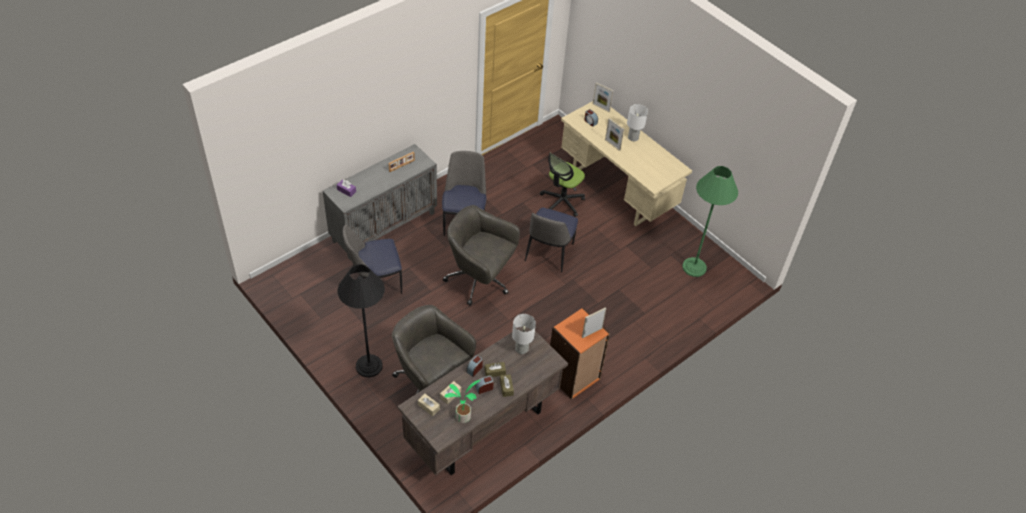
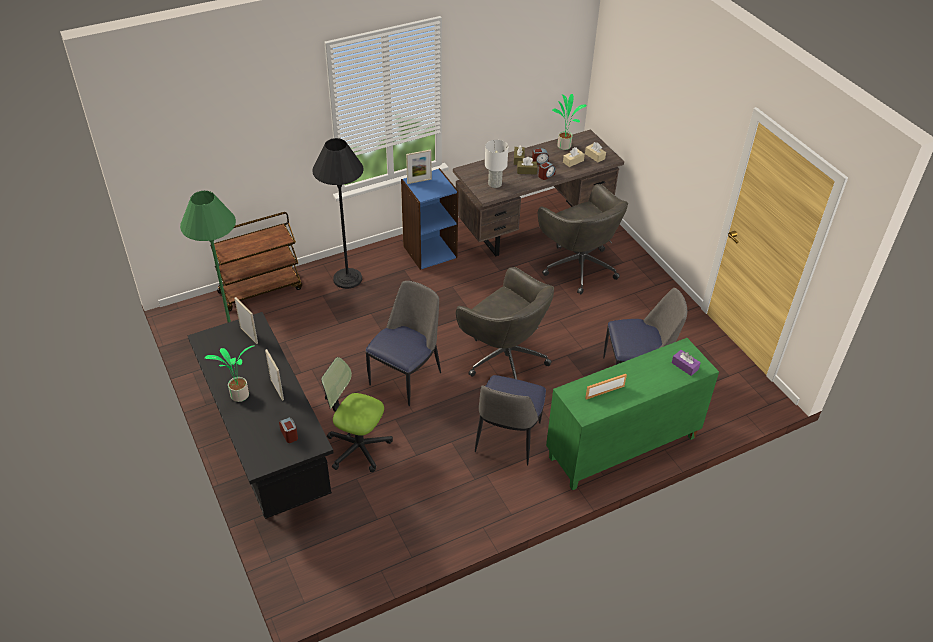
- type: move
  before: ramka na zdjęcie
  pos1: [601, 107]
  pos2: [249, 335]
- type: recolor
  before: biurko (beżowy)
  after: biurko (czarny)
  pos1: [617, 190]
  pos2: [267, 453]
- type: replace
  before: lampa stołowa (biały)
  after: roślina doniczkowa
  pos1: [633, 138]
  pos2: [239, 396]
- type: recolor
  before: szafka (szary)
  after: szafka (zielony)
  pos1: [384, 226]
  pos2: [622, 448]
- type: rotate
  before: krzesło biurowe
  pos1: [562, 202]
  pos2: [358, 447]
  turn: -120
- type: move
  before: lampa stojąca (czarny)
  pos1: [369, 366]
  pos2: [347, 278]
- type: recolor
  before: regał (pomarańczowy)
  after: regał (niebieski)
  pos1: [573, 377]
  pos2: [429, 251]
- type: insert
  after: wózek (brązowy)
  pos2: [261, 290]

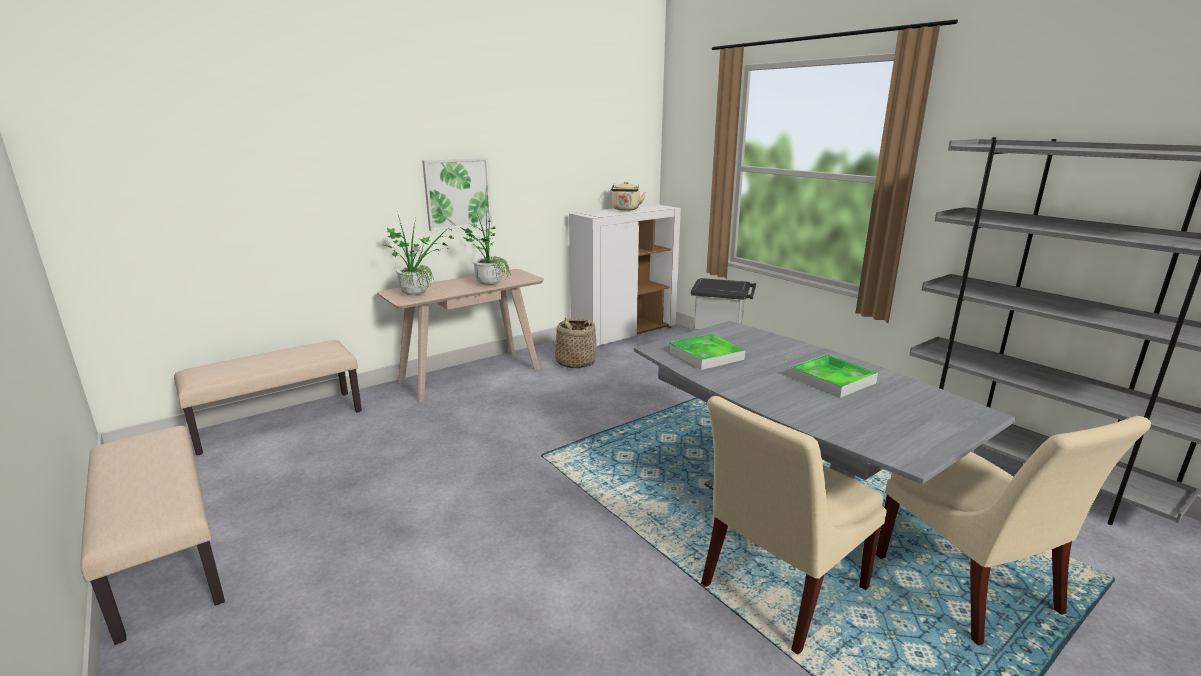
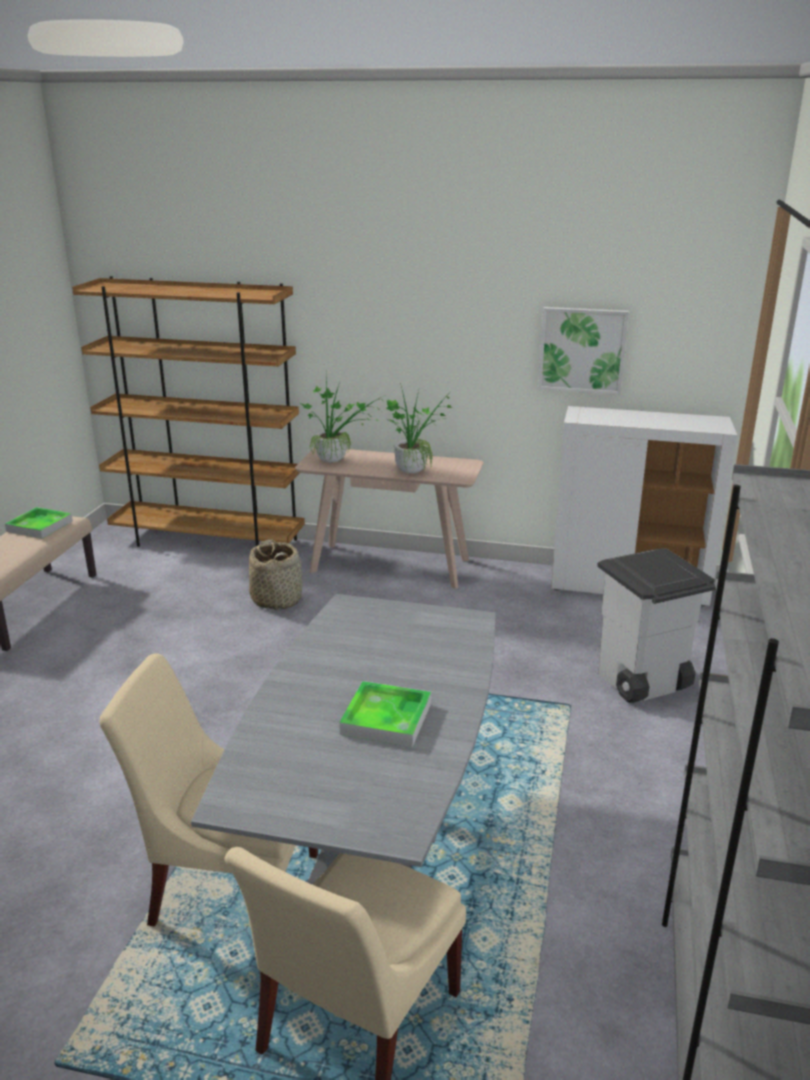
- type: move
  before: obraz
  pos1: [457, 193]
  pos2: [582, 350]
- type: delete
  before: czajnik (beżowy)
  pos1: [626, 209]
- type: move
  before: koszyk
  pos1: [575, 362]
  pos2: [277, 599]
- type: move
  before: taca
  pos1: [706, 355]
  pos2: [39, 526]
- type: replace
  before: ławka (beżowy)
  after: regał (brązowy)
  pos1: [279, 421]
  pos2: [209, 542]

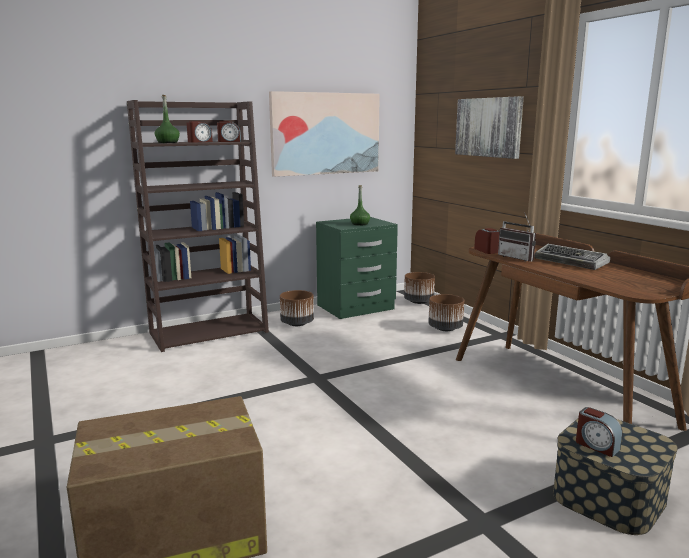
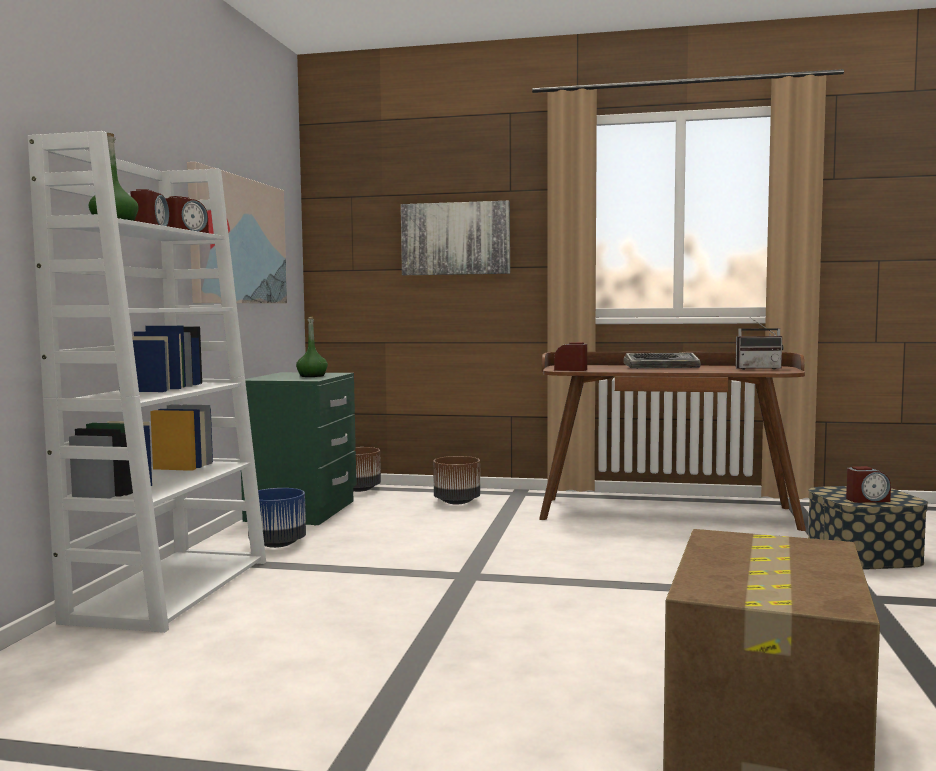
- type: recolor
  before: regał (brązowy)
  after: regał (biały)
  pos1: [210, 332]
  pos2: [171, 589]
- type: move
  before: radio
  pos1: [518, 258]
  pos2: [757, 369]
- type: recolor
  before: donica (brązowy)
  after: donica (niebieski)
  pos1: [297, 324]
  pos2: [277, 544]

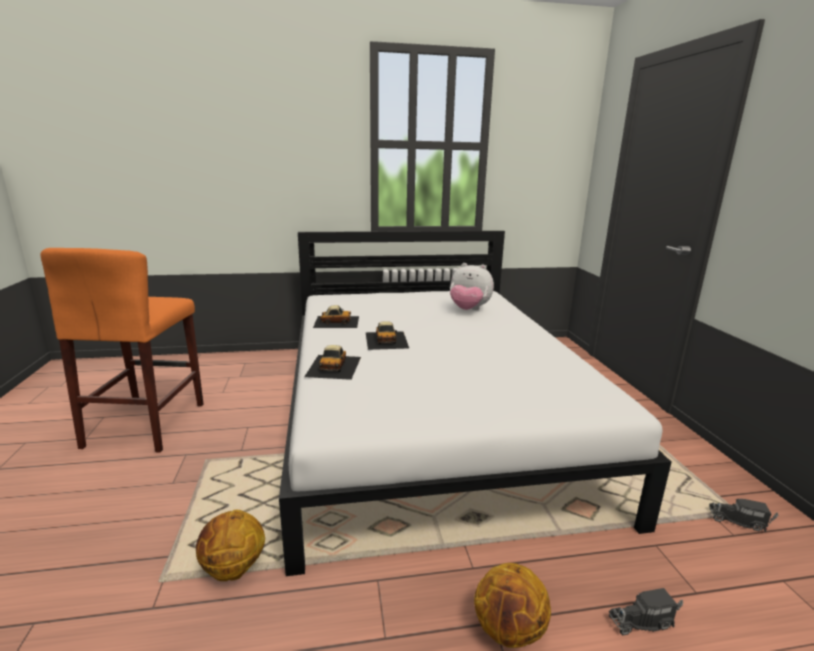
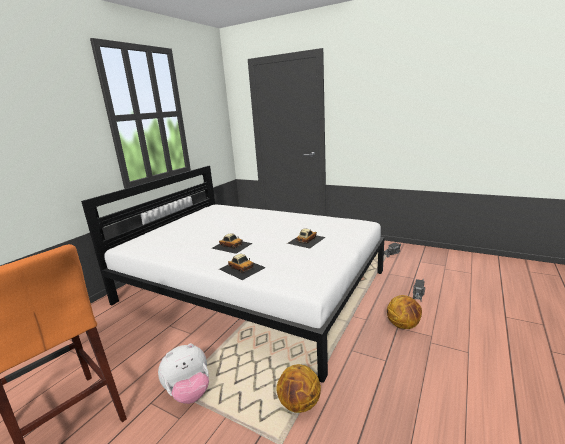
- type: move
  before: pluszak
  pos1: [468, 310]
  pos2: [189, 392]
- type: move
  before: samochodzik
  pos1: [336, 321]
  pos2: [306, 240]

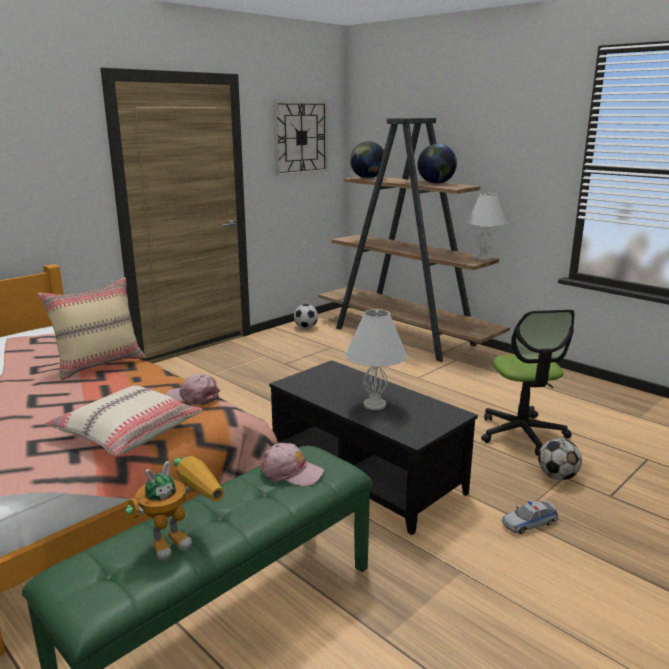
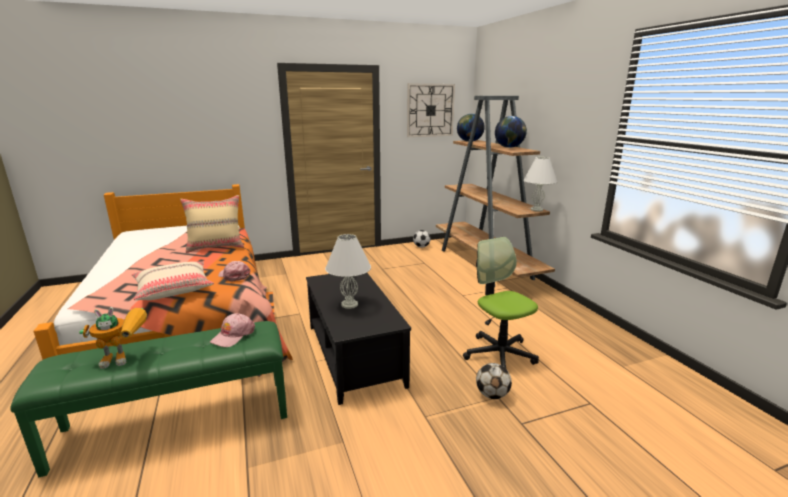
- type: rotate
  before: krzesło biurowe
  pos1: [522, 433]
  pos2: [499, 354]
  turn: 135
- type: rotate
  before: czapka z daszkiem (różowy)
  pos1: [291, 472]
  pos2: [233, 335]
  turn: 75
- type: delete
  before: samochodzik
  pos1: [529, 523]

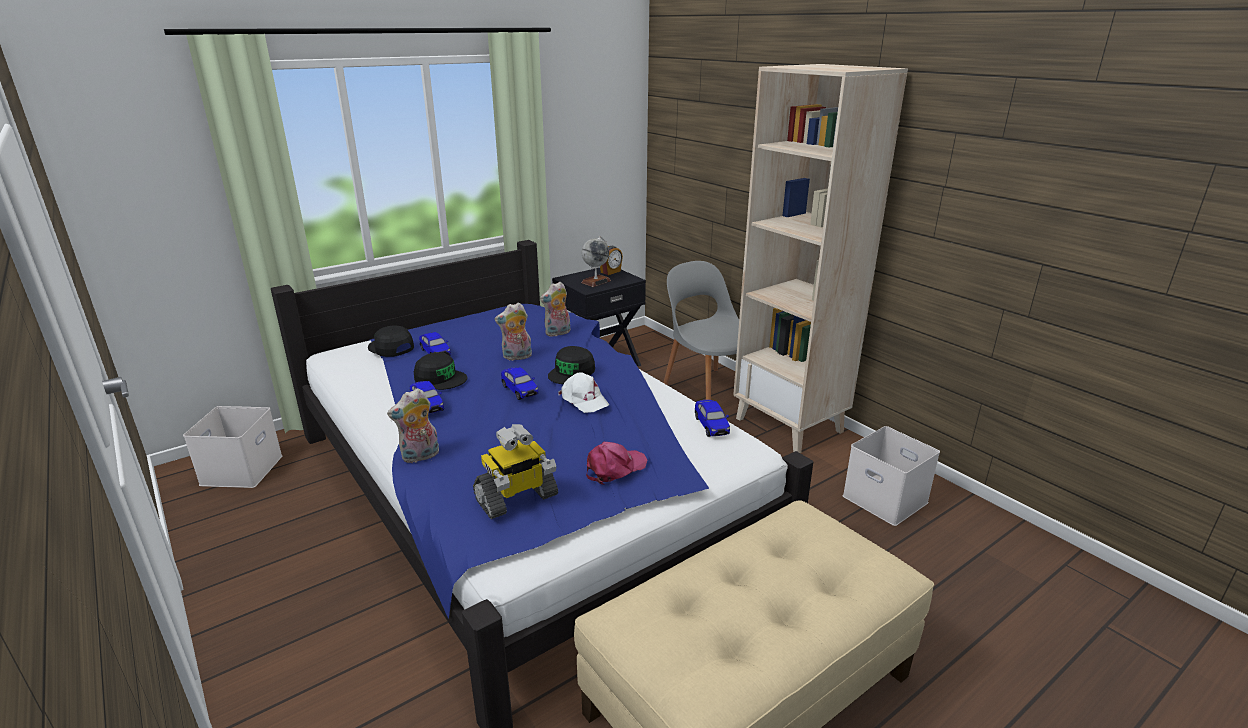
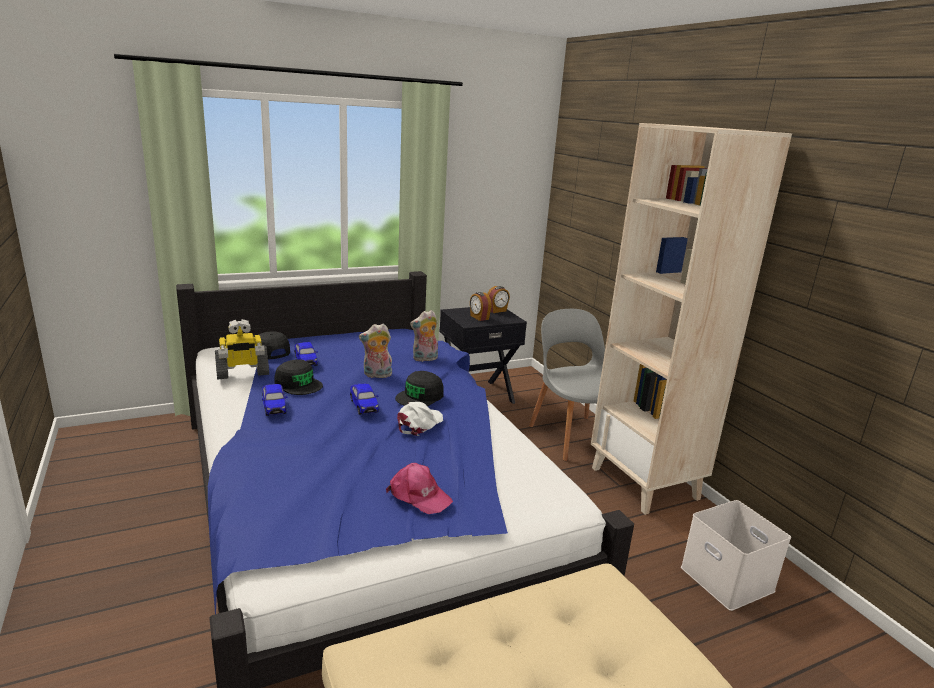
- type: replace
  before: globus
  after: budzik
  pos1: [596, 282]
  pos2: [479, 317]
- type: rotate
  before: czapka z daszkiem (biały)
  pos1: [583, 400]
  pos2: [419, 424]
  turn: -120
- type: delete
  before: pluszak
  pos1: [420, 456]
- type: delete
  before: samochodzik
  pos1: [711, 426]
- type: delete
  before: pojemnik do przechowywania (biały)
  pos1: [241, 469]
- type: move
  before: robot zabawkowy
  pos1: [516, 498]
  pos2: [242, 373]
- type: rotate
  before: czapka z daszkiem (różowy)
  pos1: [614, 468]
  pos2: [419, 496]
  turn: 60

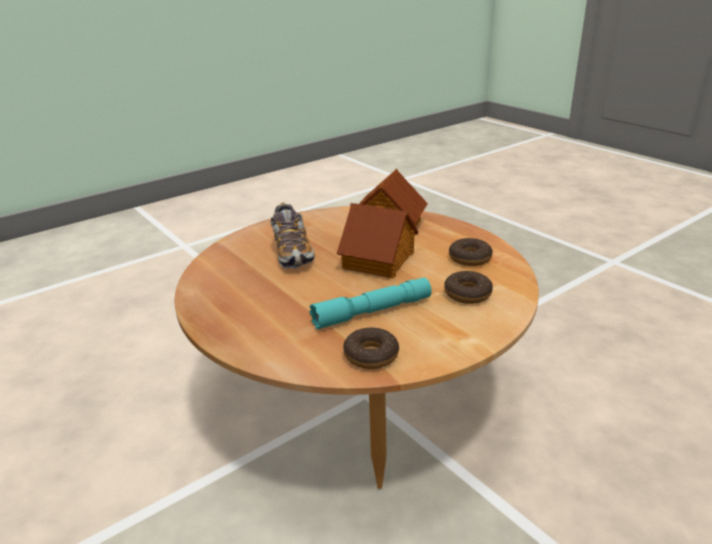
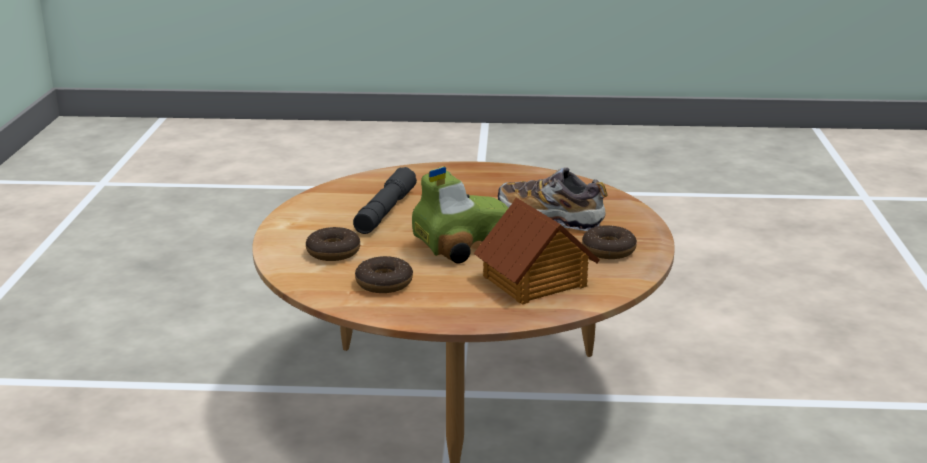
- type: replace
  before: domek
  after: samochodzik
  pos1: [379, 260]
  pos2: [462, 245]
- type: recolor
  before: latarka (turkusowy)
  after: latarka (szary)
  pos1: [372, 312]
  pos2: [385, 211]
- type: move
  before: donut
  pos1: [371, 355]
  pos2: [608, 250]

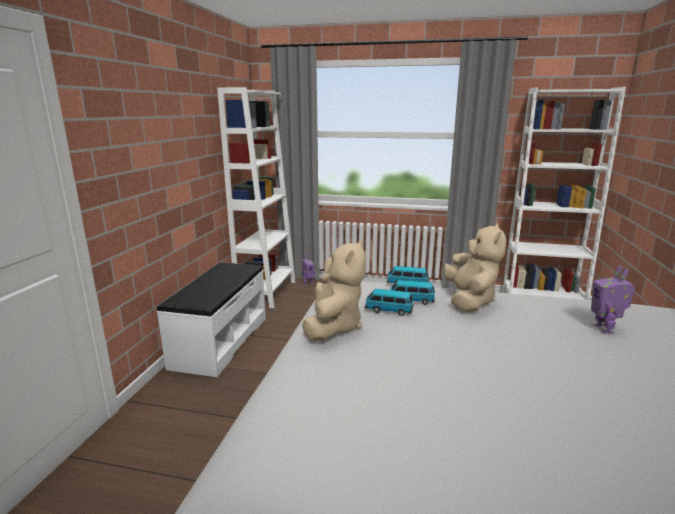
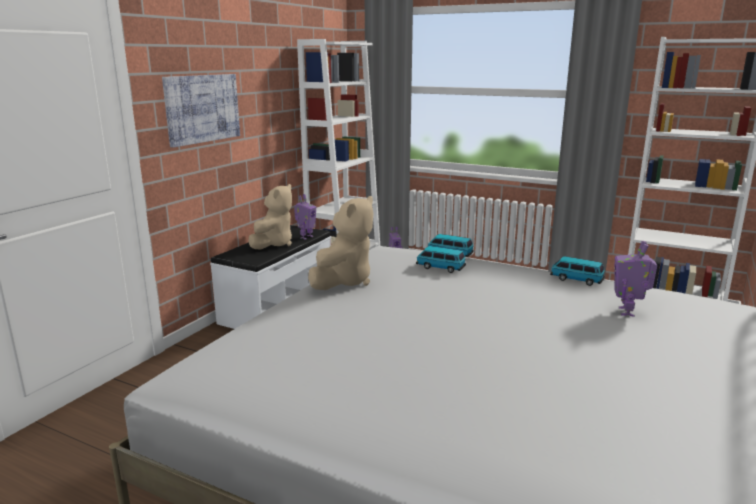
- type: move
  before: pluszak (beżowy)
  pos1: [469, 300]
  pos2: [273, 244]
- type: move
  before: samochodzik
  pos1: [389, 310]
  pos2: [576, 279]
- type: insert
  after: obraz
  pos2: [202, 108]
- type: insert
  after: robot zabawkowy
  pos2: [306, 237]

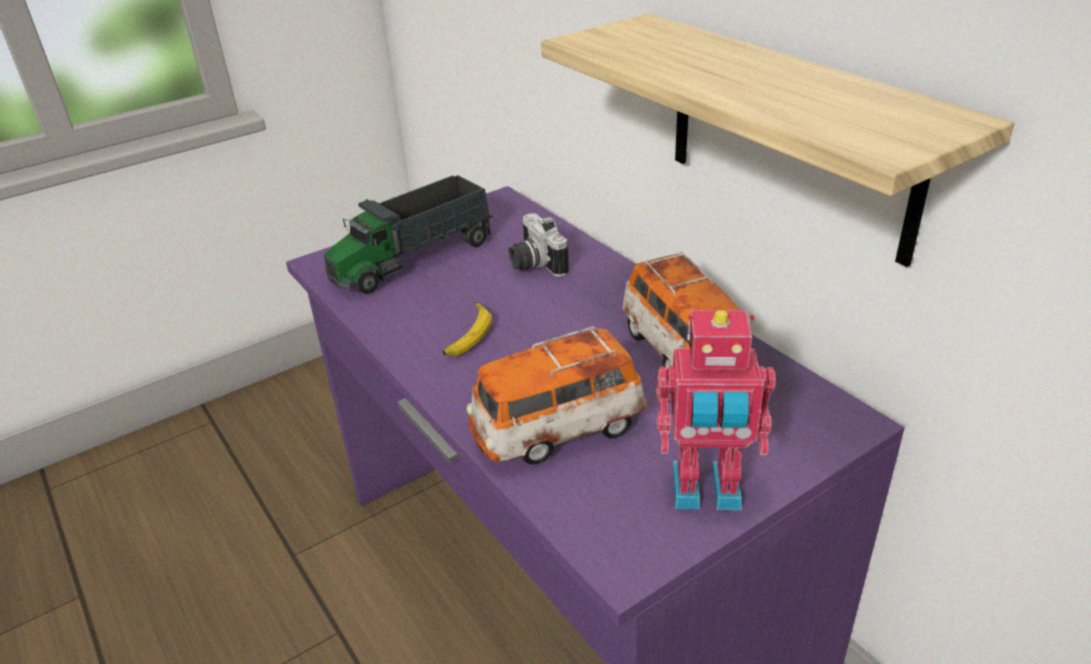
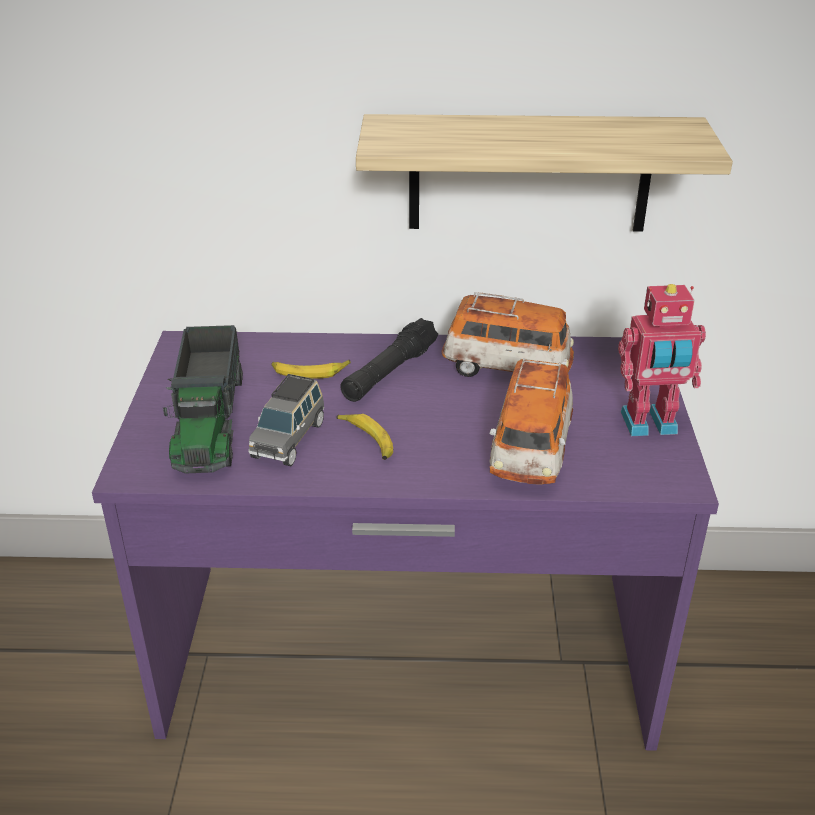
- type: replace
  before: aparat fotograficzny
  after: banan
  pos1: [533, 264]
  pos2: [310, 372]
- type: rotate
  before: robot zabawkowy
  pos1: [706, 492]
  pos2: [649, 425]
  turn: 45
- type: insert
  after: latarka (czarny)
  pos2: [389, 372]
- type: insert
  after: samochodzik (szary)
  pos2: [289, 439]

